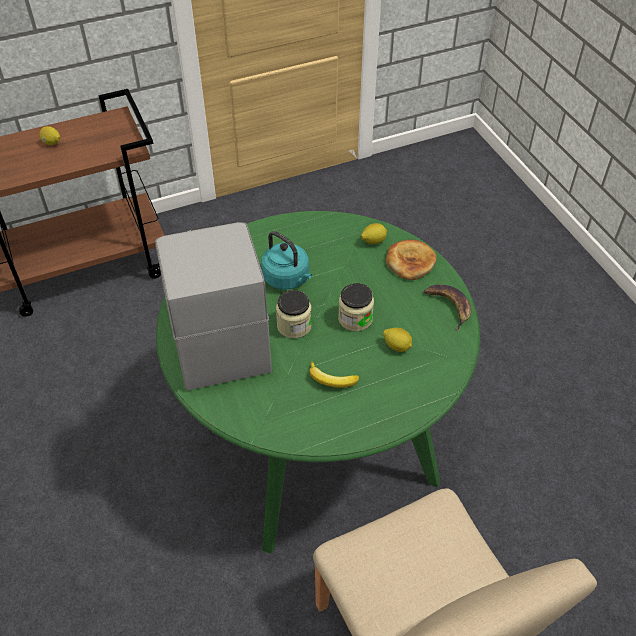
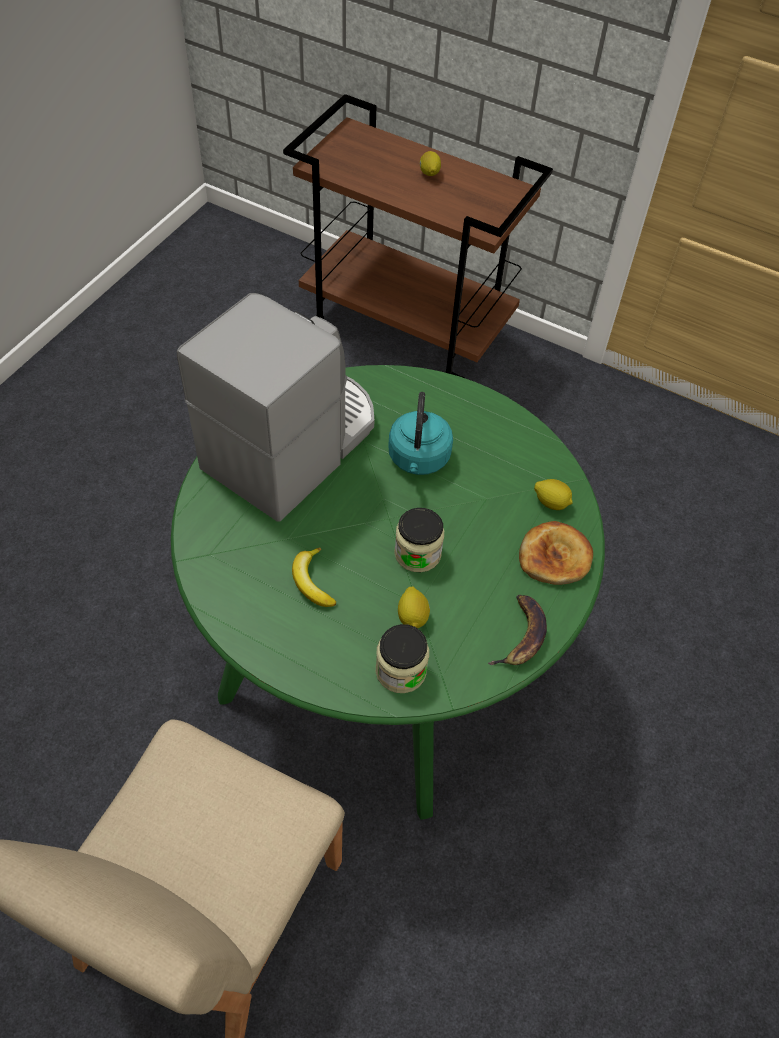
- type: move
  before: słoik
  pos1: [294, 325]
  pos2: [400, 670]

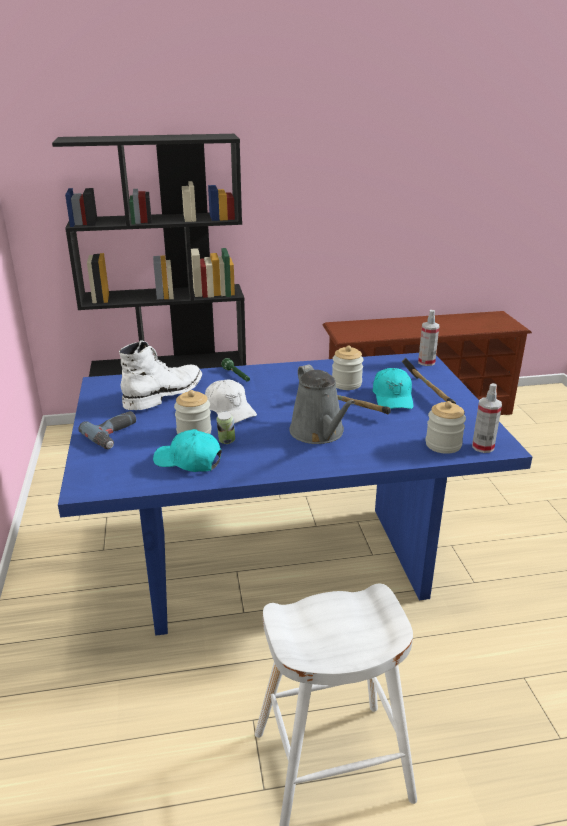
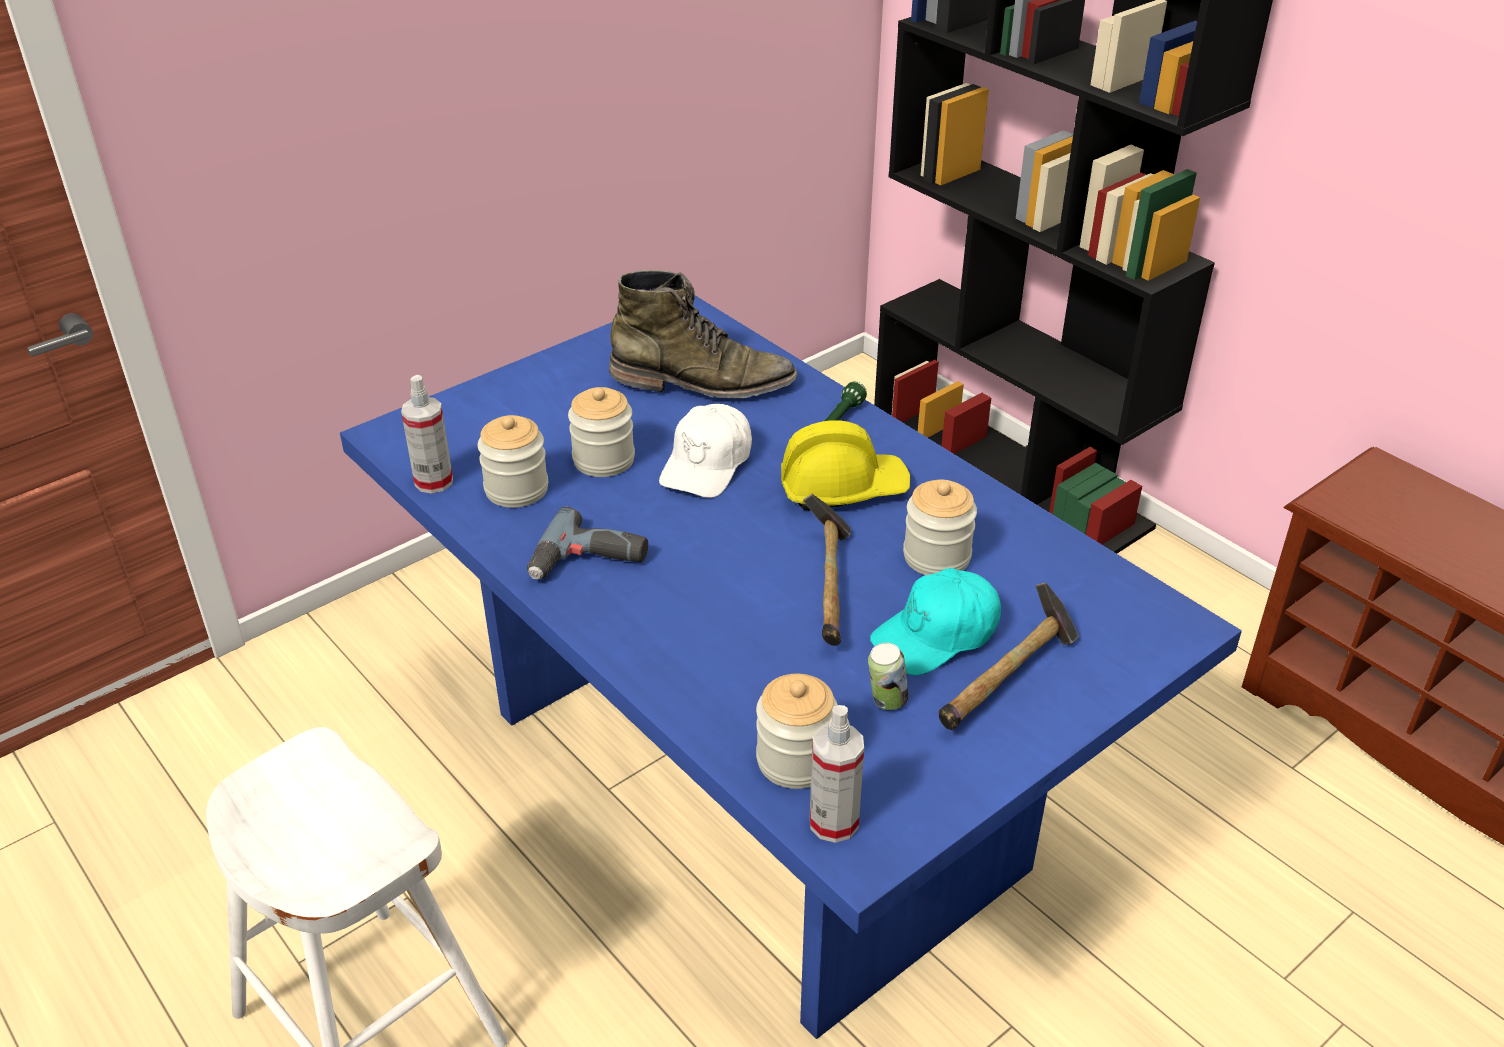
- type: move
  before: spryskiwacz
  pos1: [426, 362]
  pos2: [434, 481]
- type: recolor
  before: but z cholewką (biały)
  after: but z cholewką (zielony)
  pos1: [165, 394]
  pos2: [703, 382]
- type: delete
  before: konewka (szary)
  pos1: [319, 433]
- type: move
  before: wiertarka
  pos1: [115, 435]
  pos2: [589, 563]
- type: move
  before: puszka
  pos1: [226, 442]
  pos2: [886, 701]
- type: replace
  before: czapka z daszkiem (turkusowy)
  after: słoik
  pos1: [188, 461]
  pos2: [516, 489]
- type: insert
  after: kask (żółty)
  pos2: [842, 488]

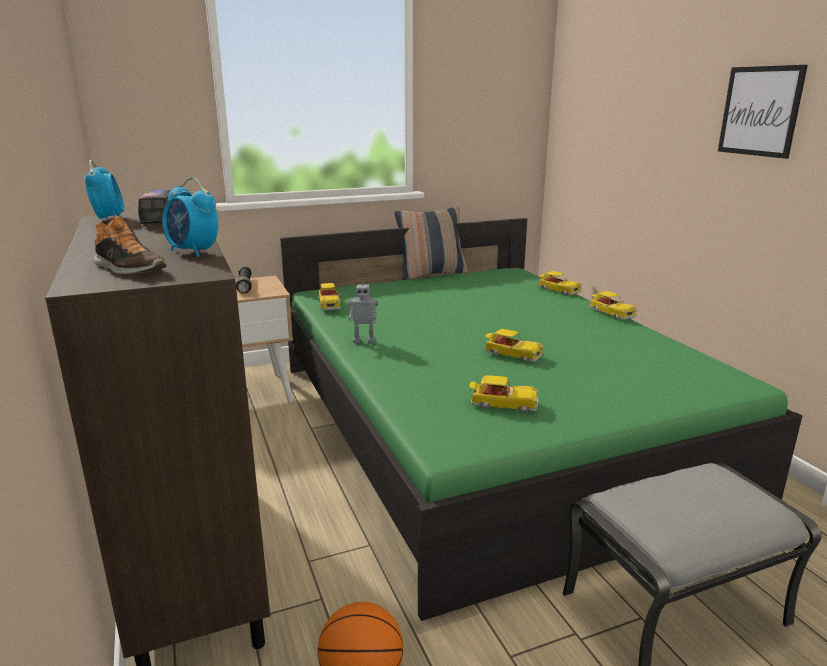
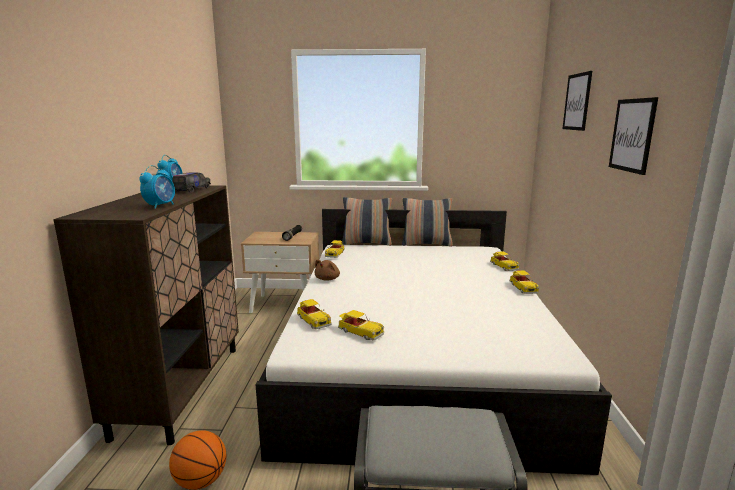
- type: rotate
  before: budzik
  pos1: [193, 252]
  pos2: [160, 206]
  turn: -135
- type: delete
  before: but
  pos1: [128, 269]
- type: recolor
  before: łóżko (zielony)
  after: łóżko (biały)
  pos1: [486, 426]
  pos2: [415, 356]
- type: replace
  before: robot zabawkowy
  after: pluszak (brązowy)
  pos1: [364, 341]
  pos2: [328, 279]
- type: move
  before: samochodzik
  pos1: [512, 354]
  pos2: [313, 320]
- type: insert
  after: obraz
  pos2: [577, 102]
- type: insert
  after: poduszka
  pos2: [367, 243]

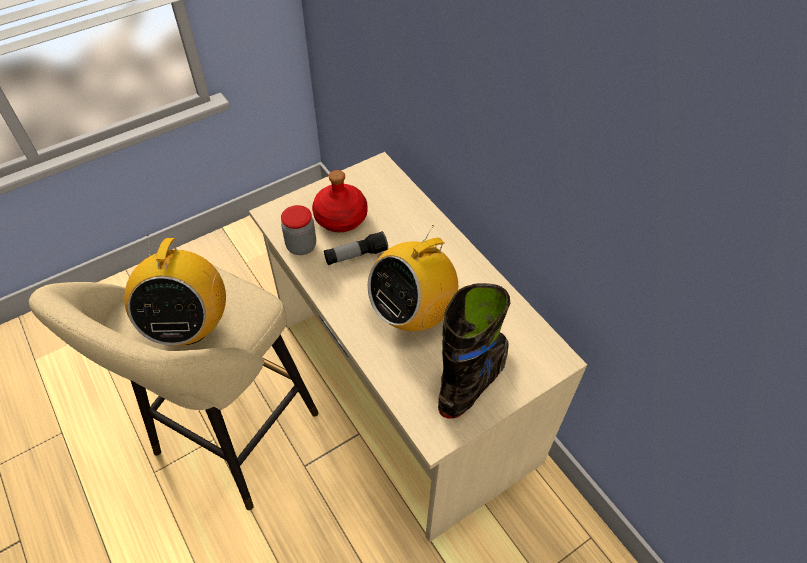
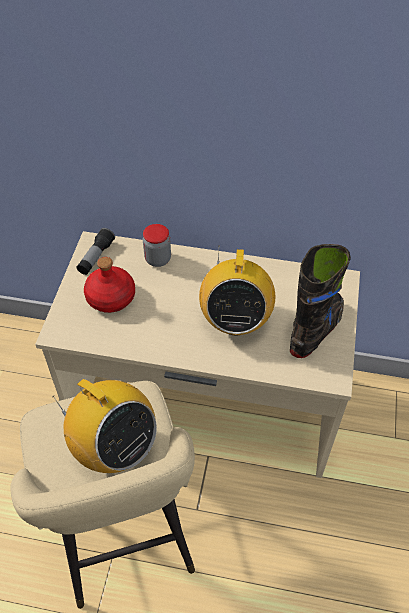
- type: move
  before: słoik
  pos1: [301, 246]
  pos2: [158, 259]
- type: move
  before: latarka
  pos1: [356, 255]
  pos2: [96, 257]
- type: rotate
  before: but z cholewką (czarny)
  pos1: [472, 380]
  pos2: [315, 330]
  turn: 45

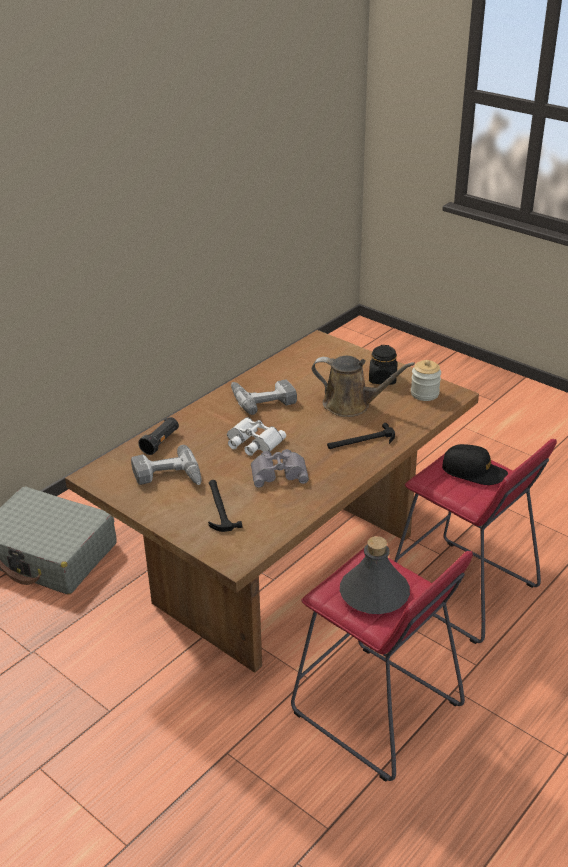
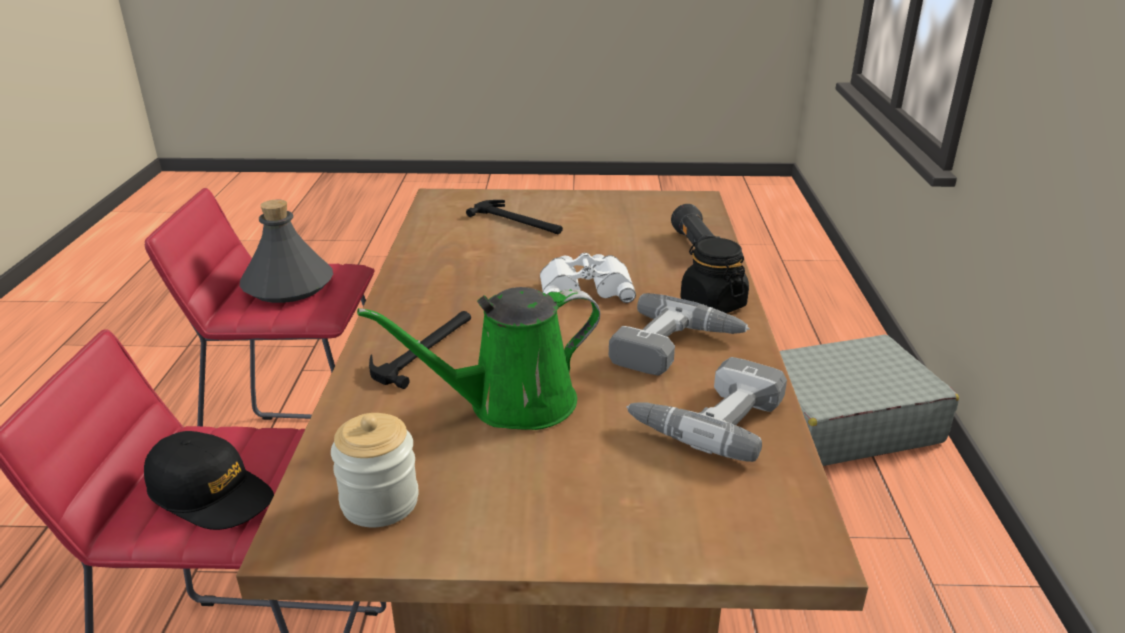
- type: move
  before: słoik (czarny)
  pos1: [382, 379]
  pos2: [712, 303]
- type: recolor
  before: konewka (brązowy)
  after: konewka (zielony)
  pos1: [351, 405]
  pos2: [511, 404]
- type: rotate
  before: czapka z daszkiem (czarny)
  pos1: [473, 471]
  pos2: [211, 493]
  turn: -135
- type: move
  before: wiertarka
  pos1: [168, 477]
  pos2: [708, 416]
- type: delete
  before: lornetka (szary)
  pos1: [279, 472]

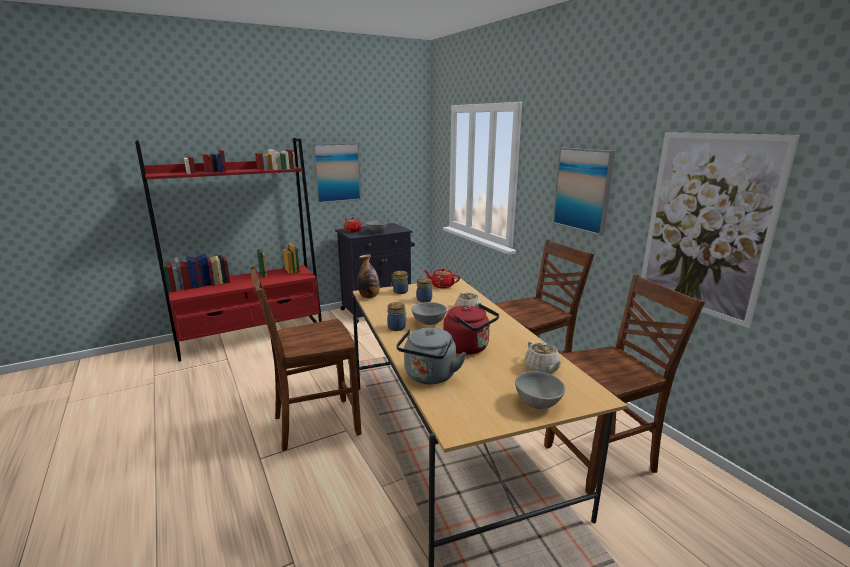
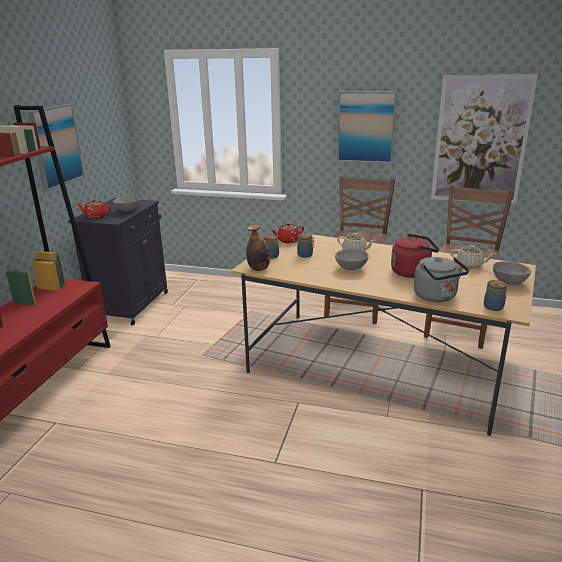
- type: delete
  before: krzesło (brązowy)
  pos1: [314, 424]
- type: move
  before: słoik
  pos1: [397, 328]
  pos2: [494, 307]

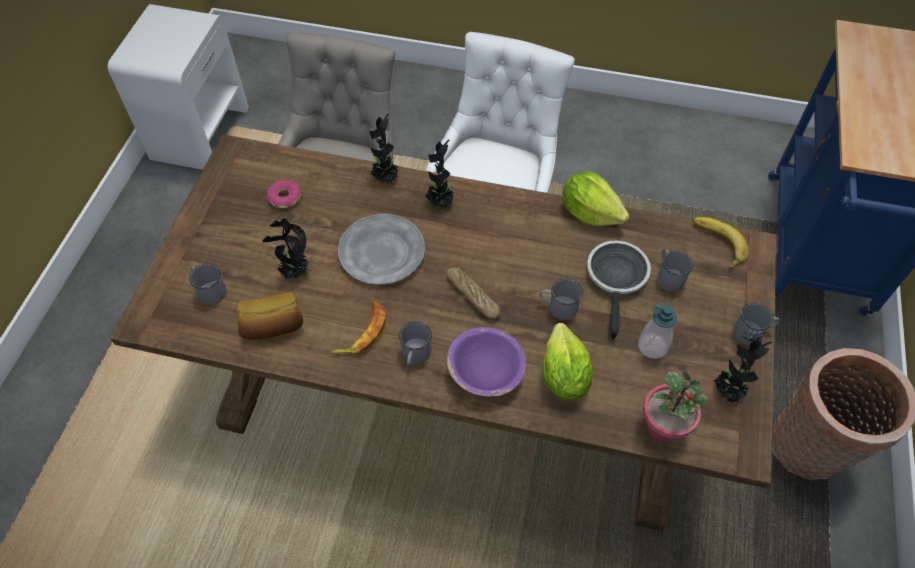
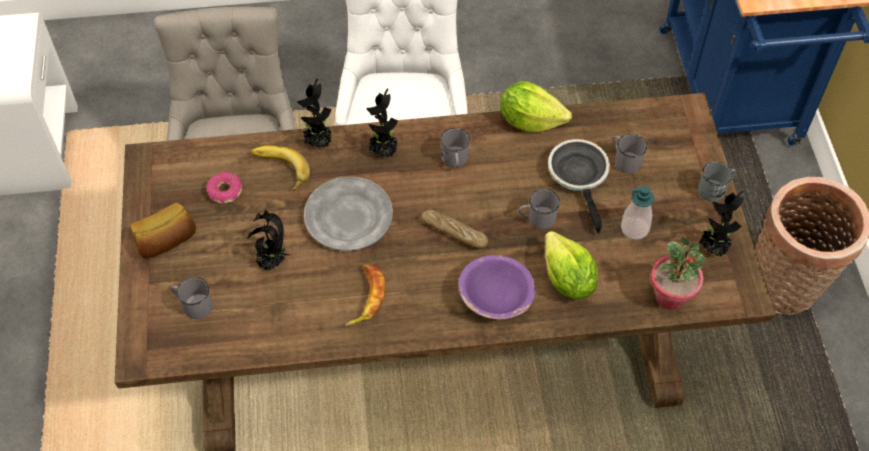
- type: move
  before: banan
  pos1: [716, 244]
  pos2: [279, 170]
- type: move
  before: chleb
  pos1: [273, 327]
  pos2: [167, 241]
- type: move
  before: kubek (szary)
  pos1: [415, 355]
  pos2: [455, 161]

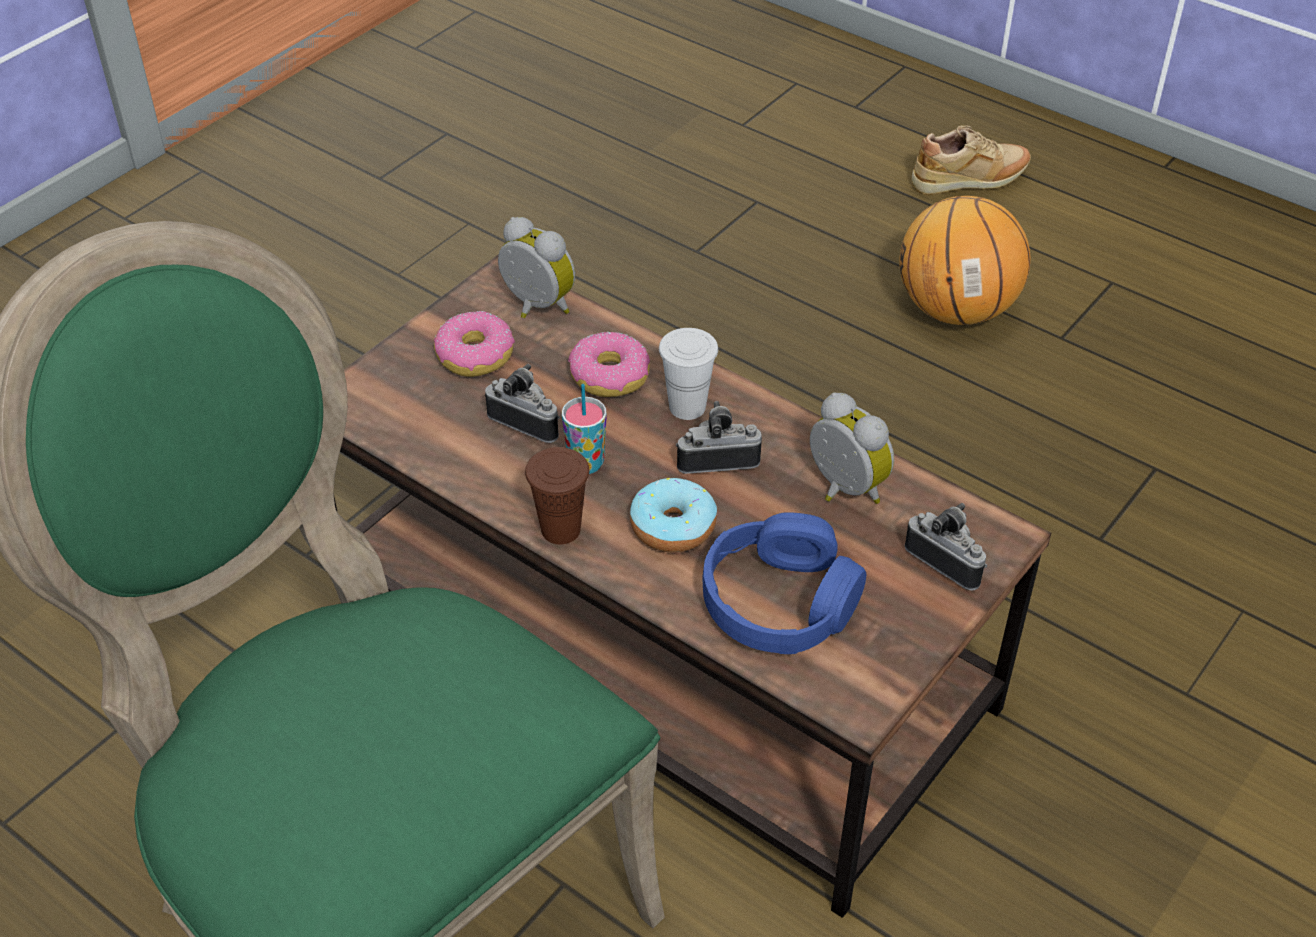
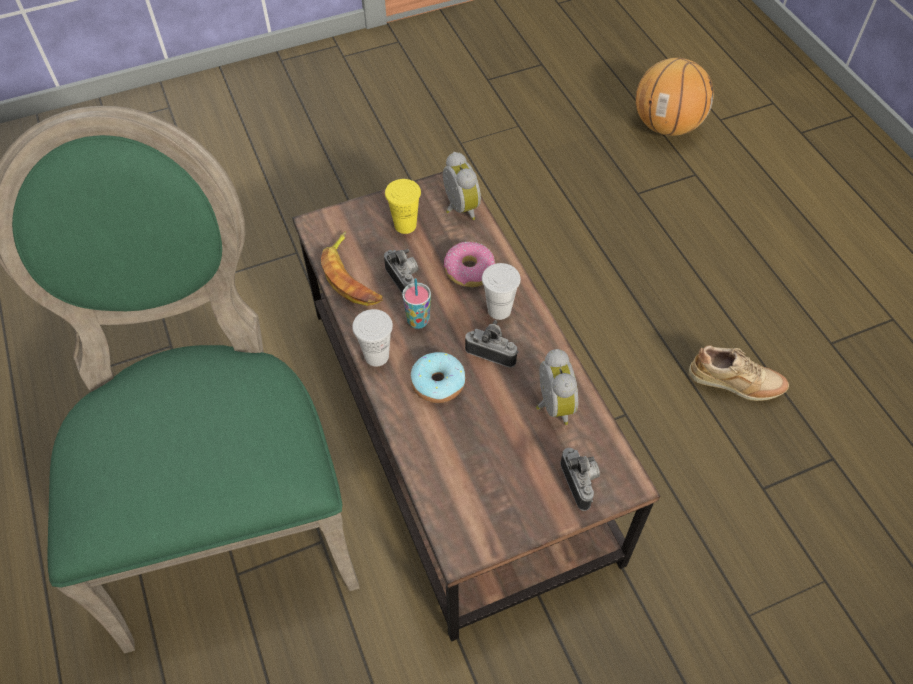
- type: move
  before: but (beżowy)
  pos1: [969, 182]
  pos2: [734, 385]
- type: move
  before: piłka do koszykówki
  pos1: [955, 309]
  pos2: [667, 125]
- type: replace
  before: donut
  after: filiżanka (żółty)
  pos1: [475, 355]
  pos2: [405, 225]
- type: recolor
  before: filiżanka (brązowy)
  after: filiżanka (biały)
  pos1: [561, 529]
  pos2: [376, 356]
- type: delete
  before: słuchawki (niebieski)
  pos1: [780, 602]
- type: insert
  after: banan
  pos2: [352, 276]

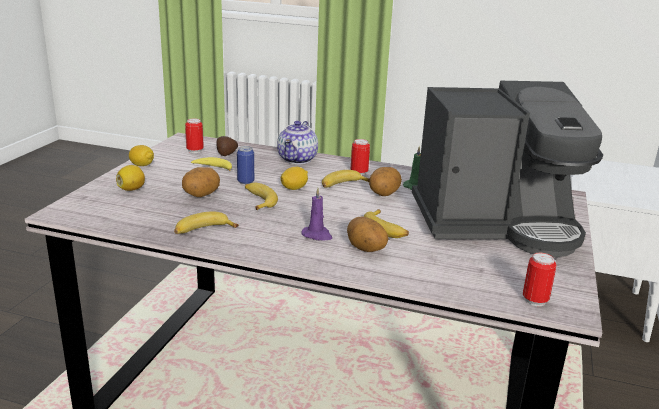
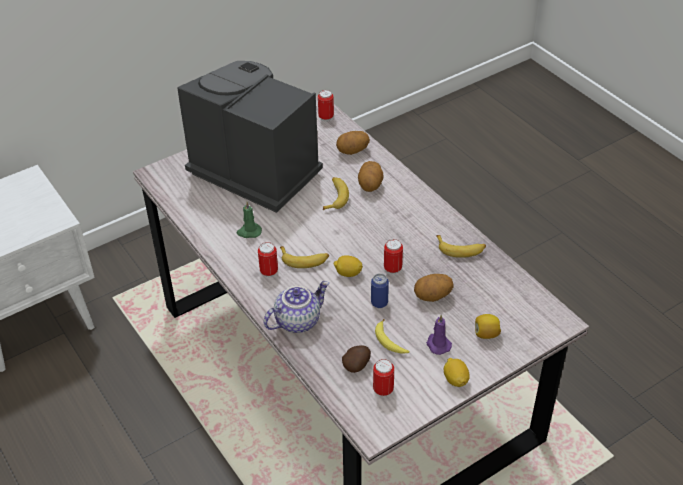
- type: move
  before: ziemniak
  pos1: [383, 194]
  pos2: [353, 152]
- type: replace
  before: banan
  after: puszka
  pos1: [258, 201]
  pos2: [392, 268]
- type: move
  before: świeca (fioletowy)
  pos1: [317, 235]
  pos2: [437, 344]

